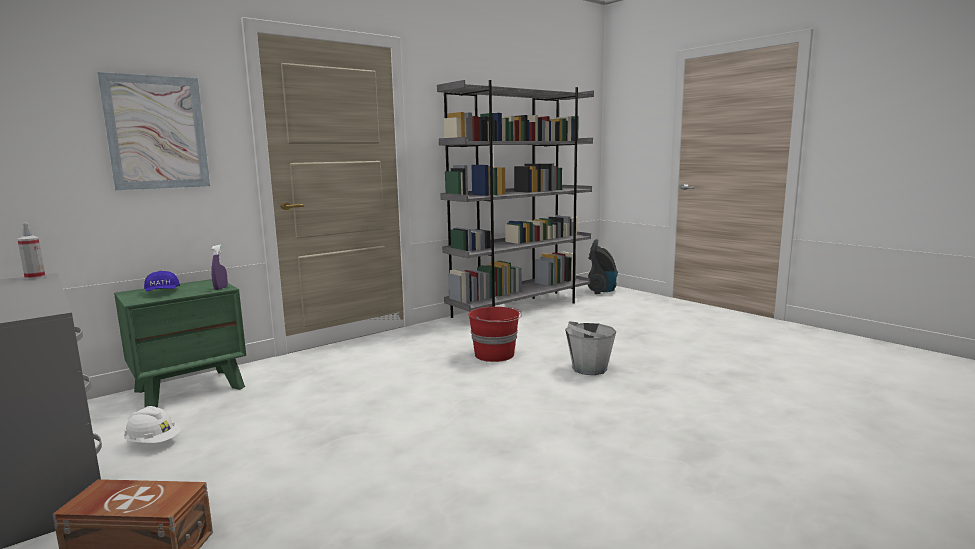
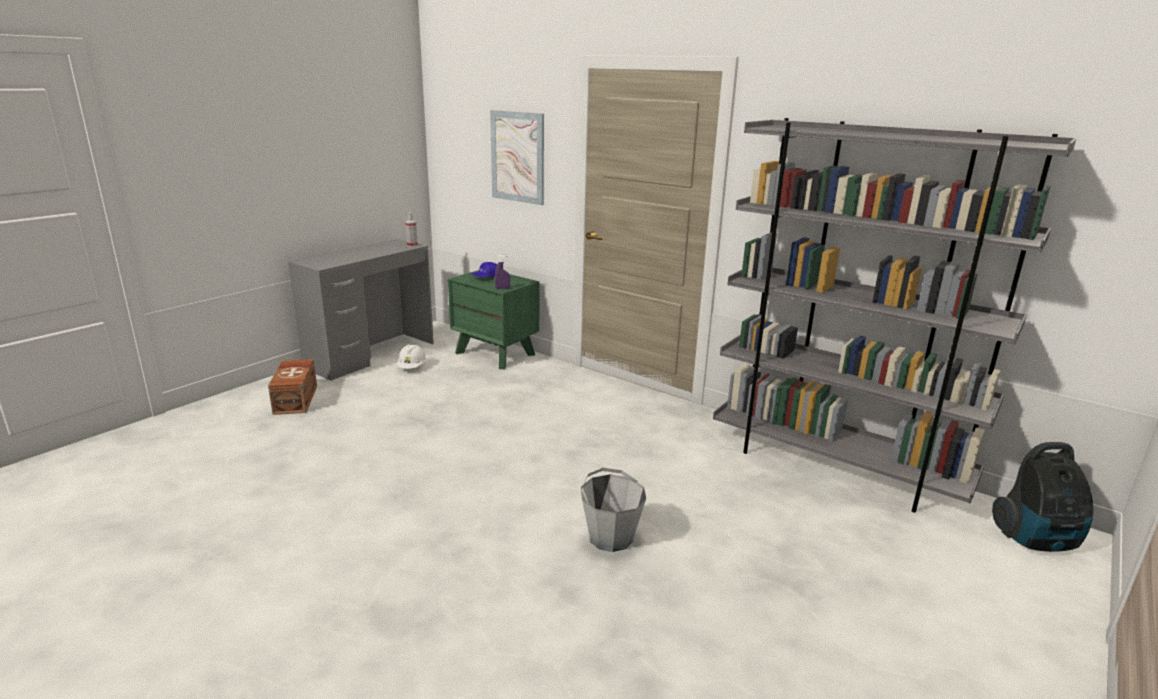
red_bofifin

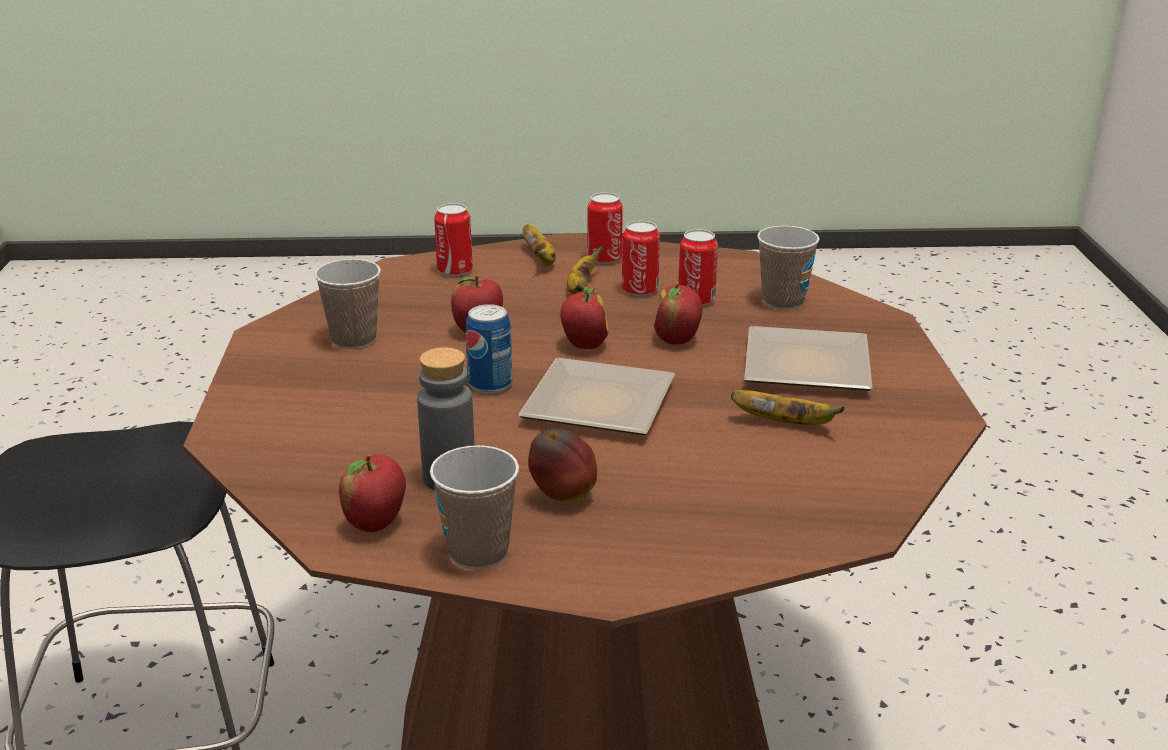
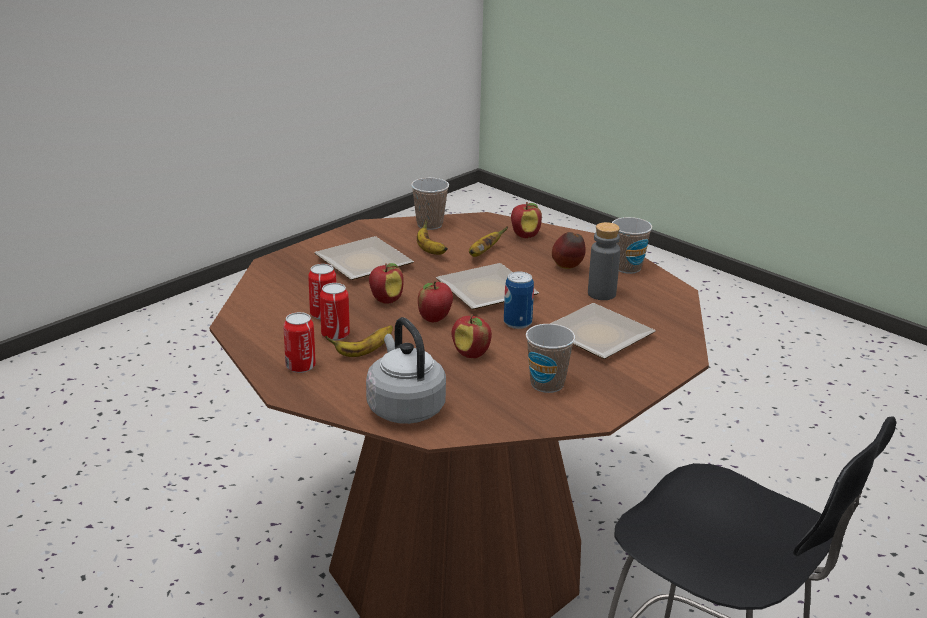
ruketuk (no. 3 from left)
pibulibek (no. 4 from left)
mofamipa (no. 3 from left)
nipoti (no. 1 from left)
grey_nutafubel

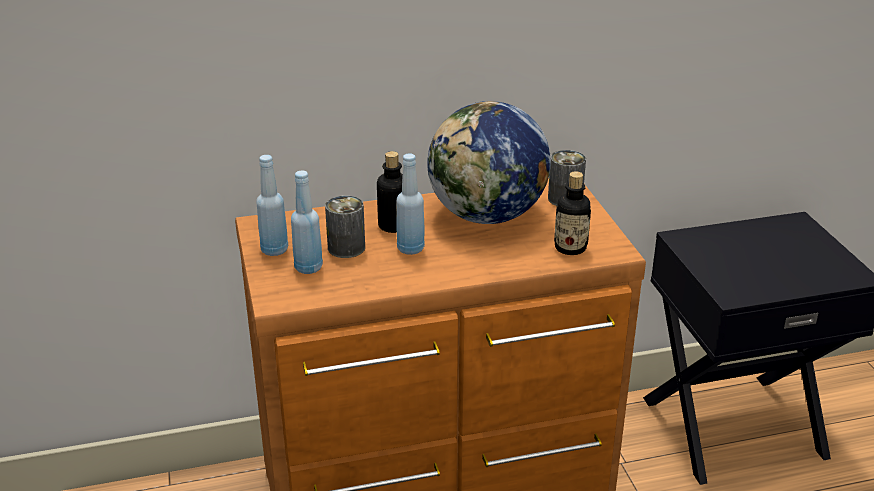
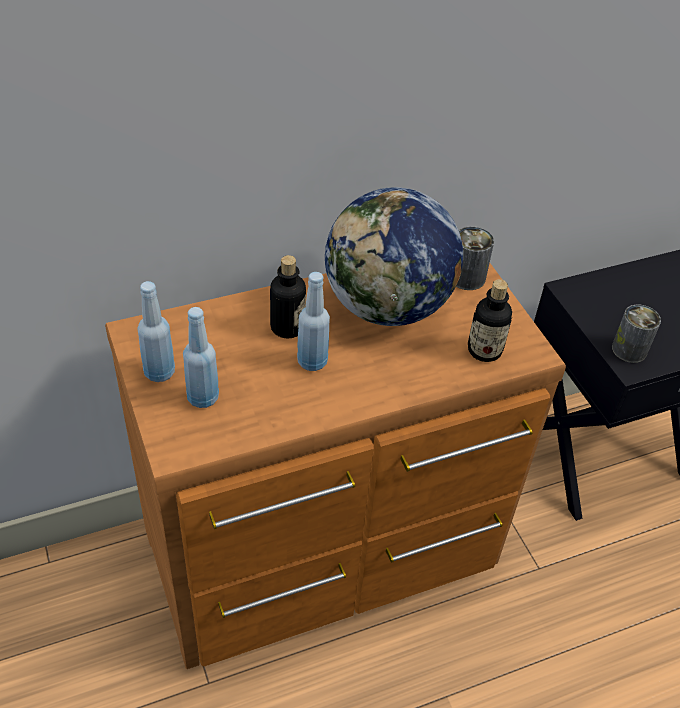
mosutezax (no. 2 from left)

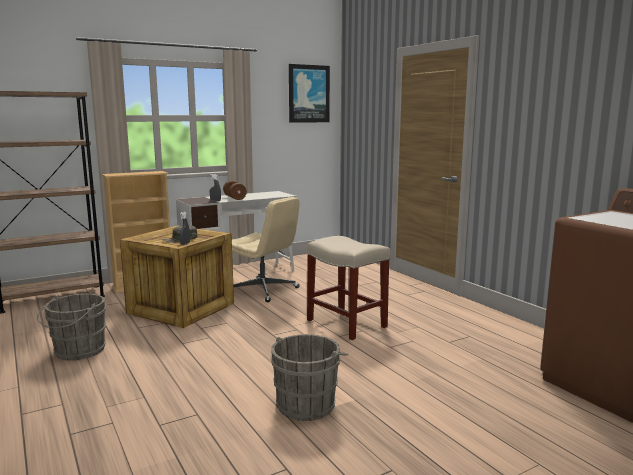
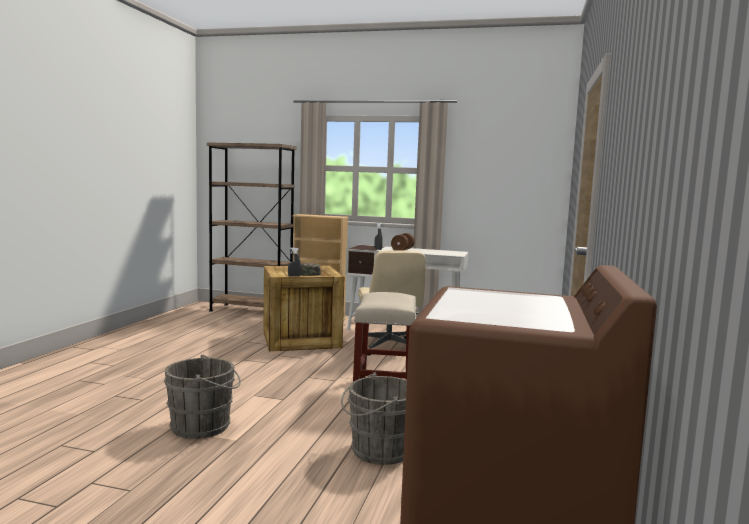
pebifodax
grey_bofifin (no. 2 from left)

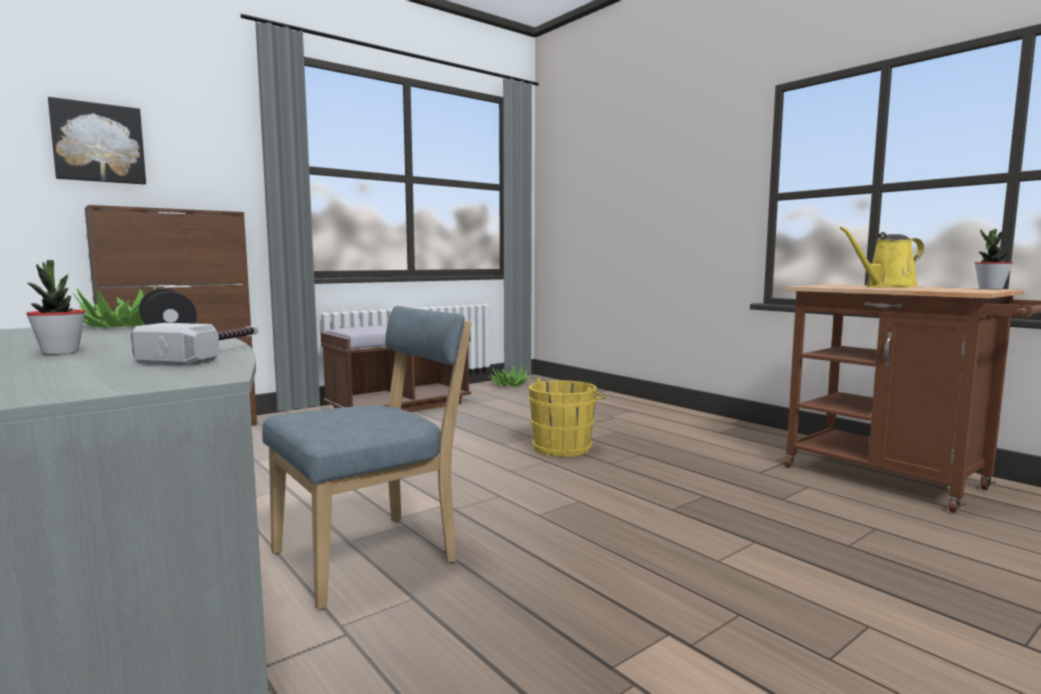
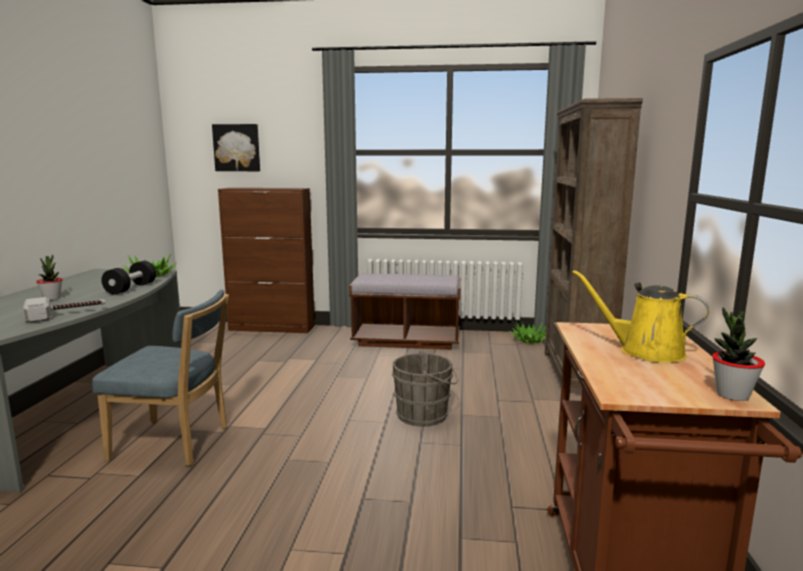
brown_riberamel
grey_bofifin

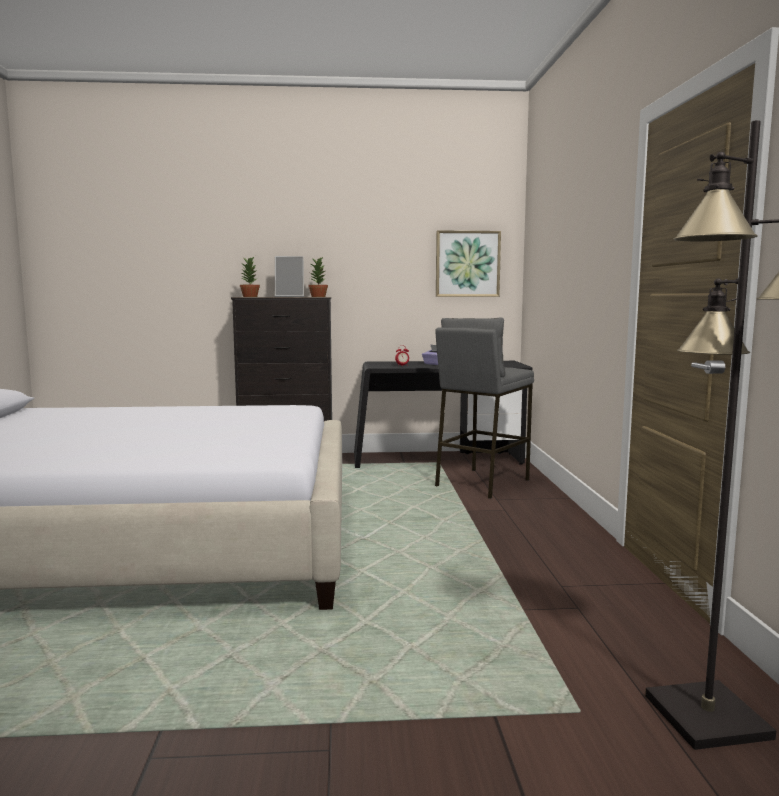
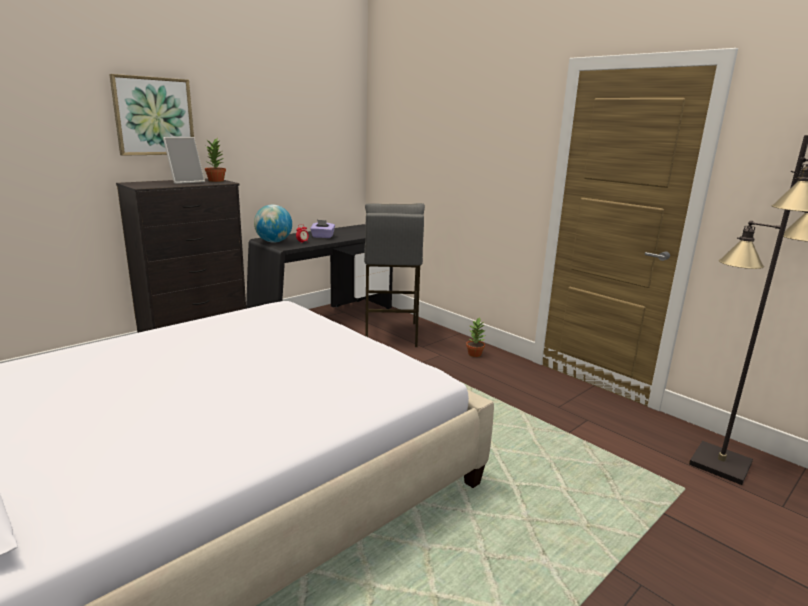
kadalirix
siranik (no. 2 from left)
pebifodax

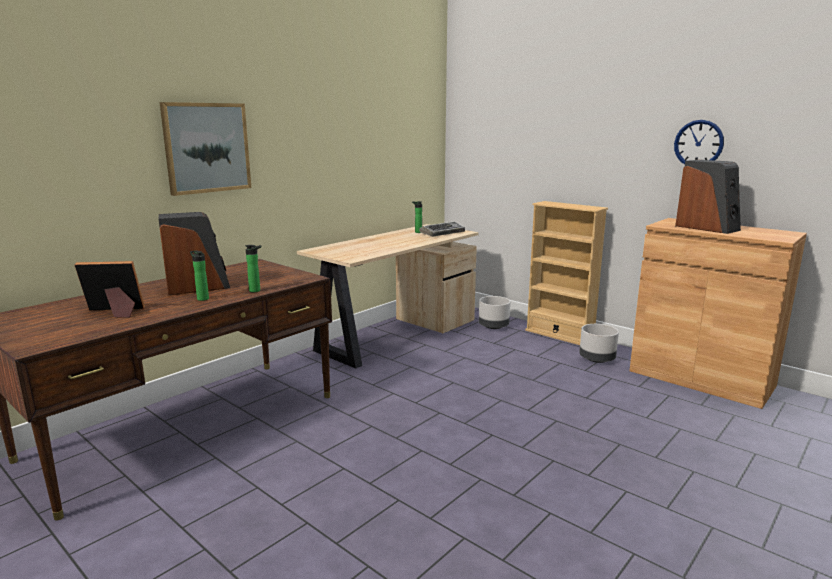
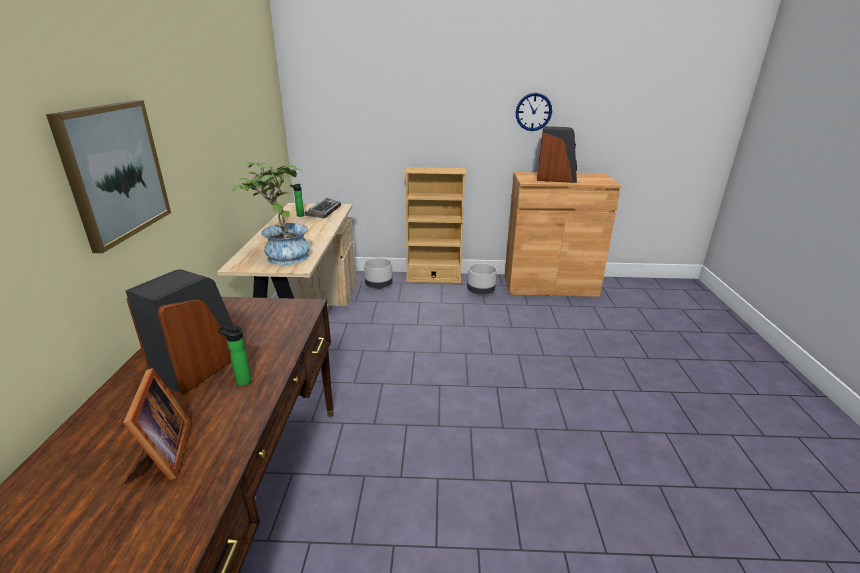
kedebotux (no. 2 from left in the first image)
siranik
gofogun

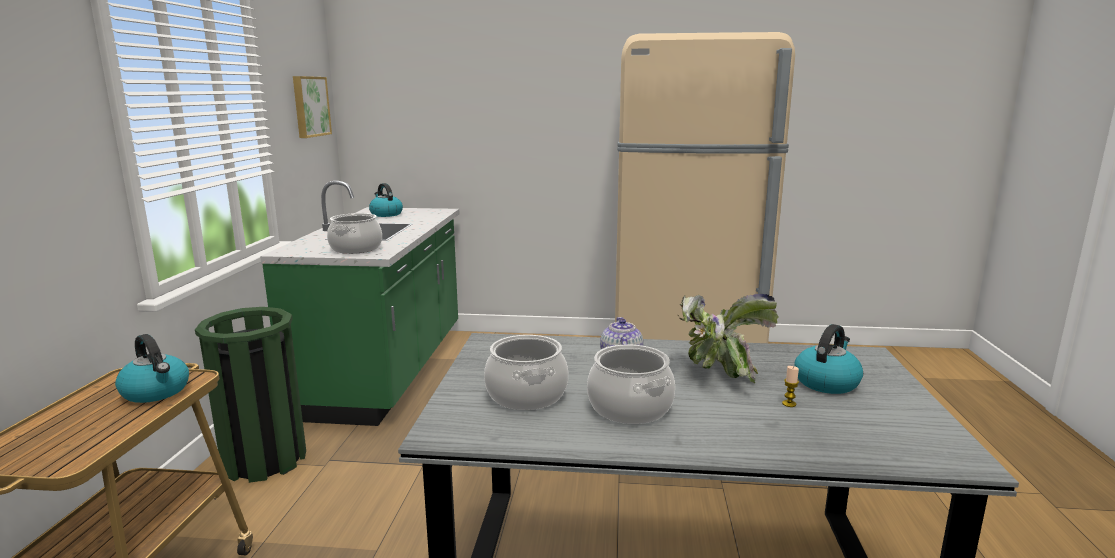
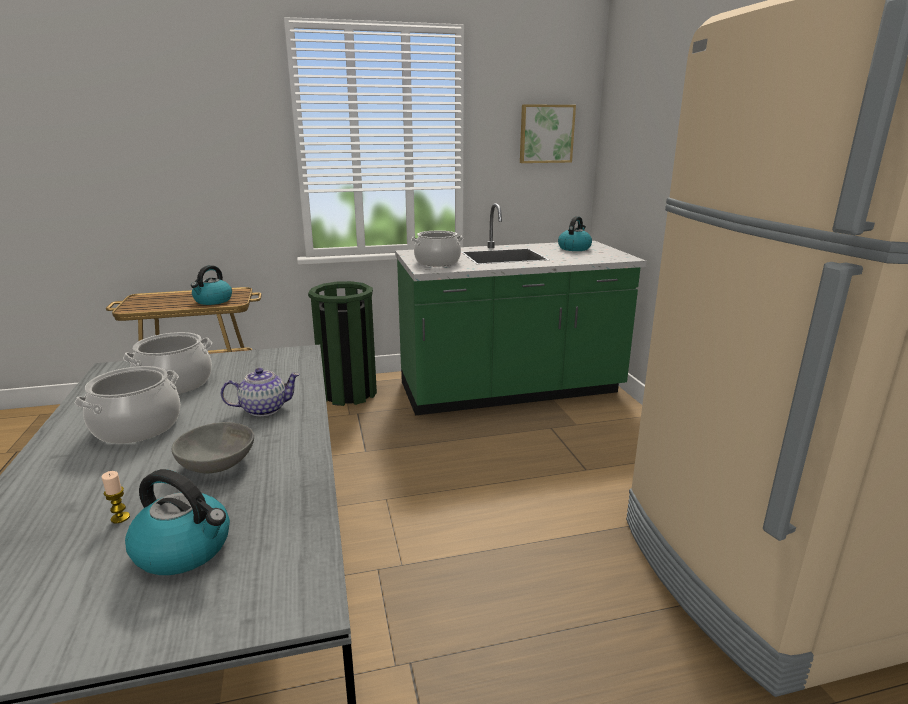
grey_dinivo

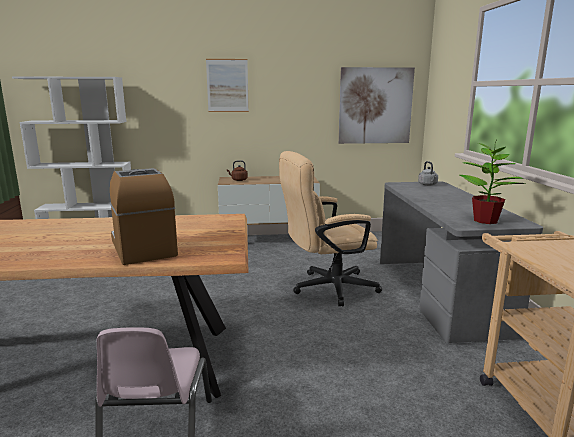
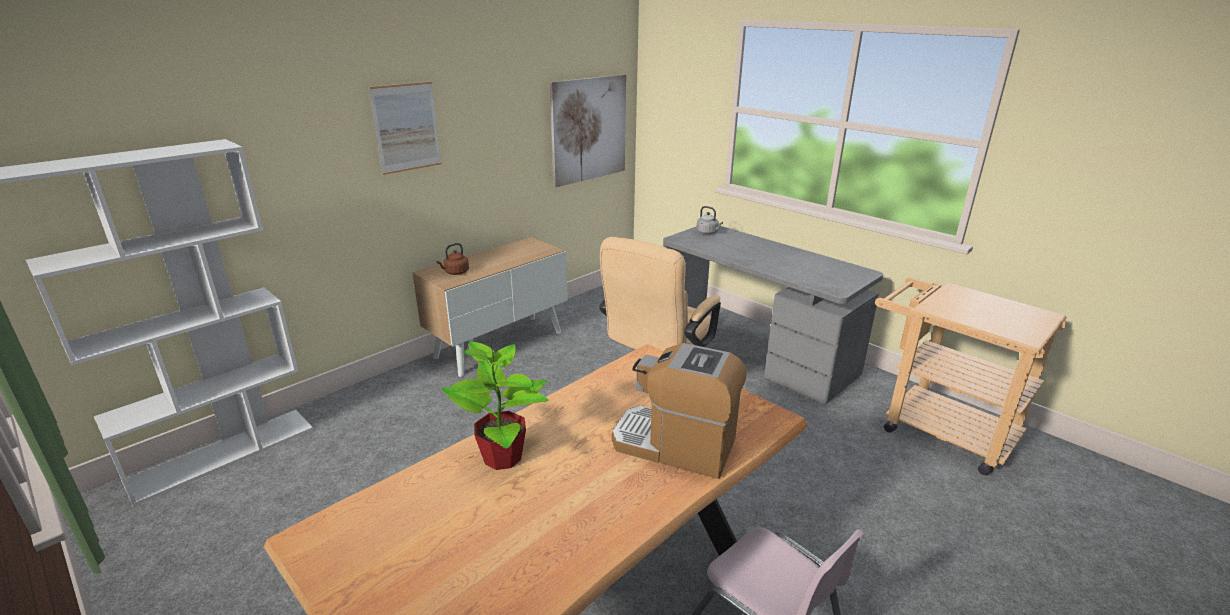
siranik

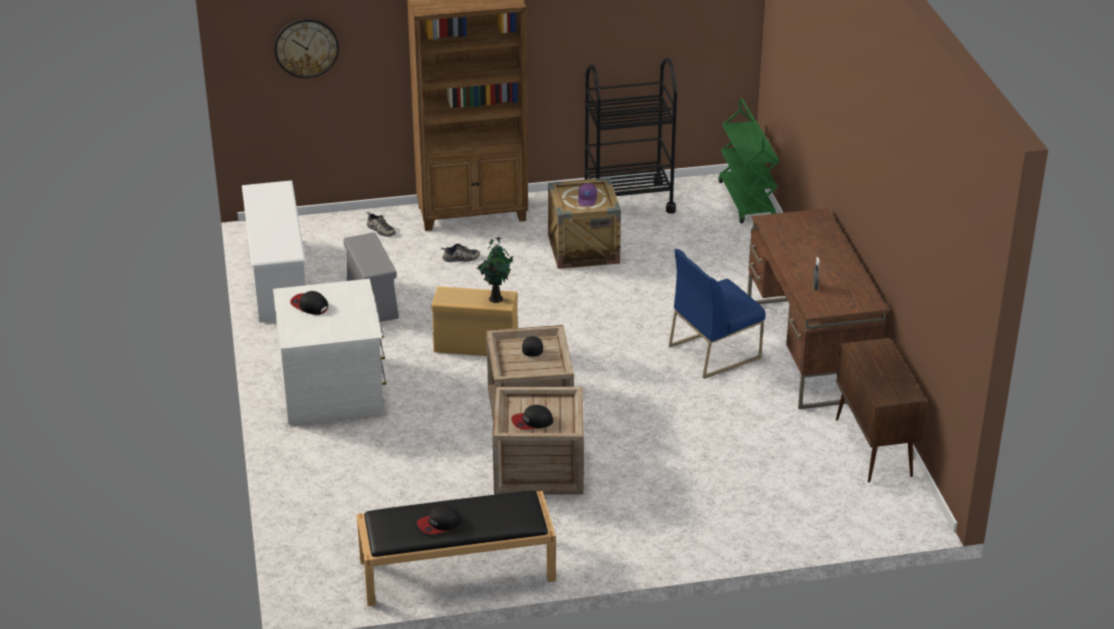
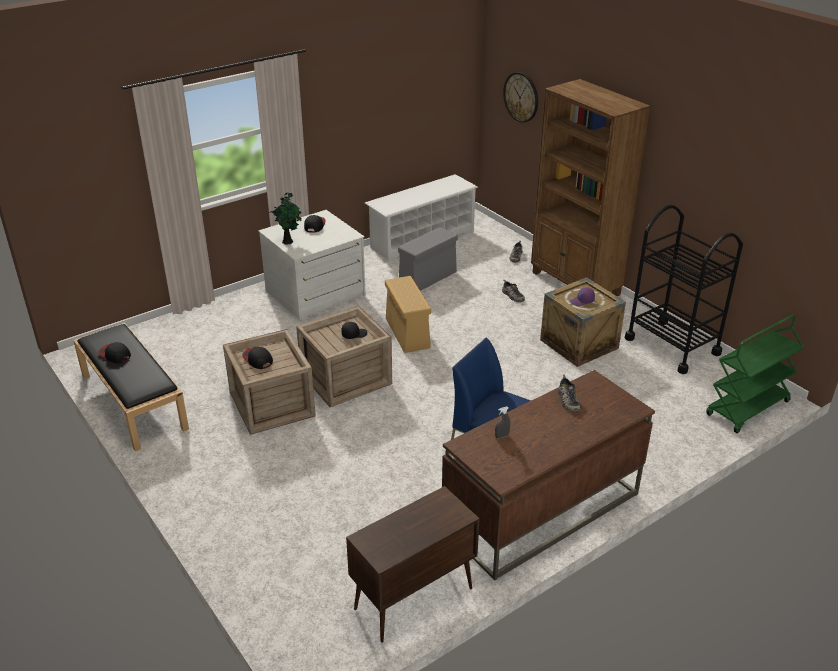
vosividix (no. 3 from left)
siranik

